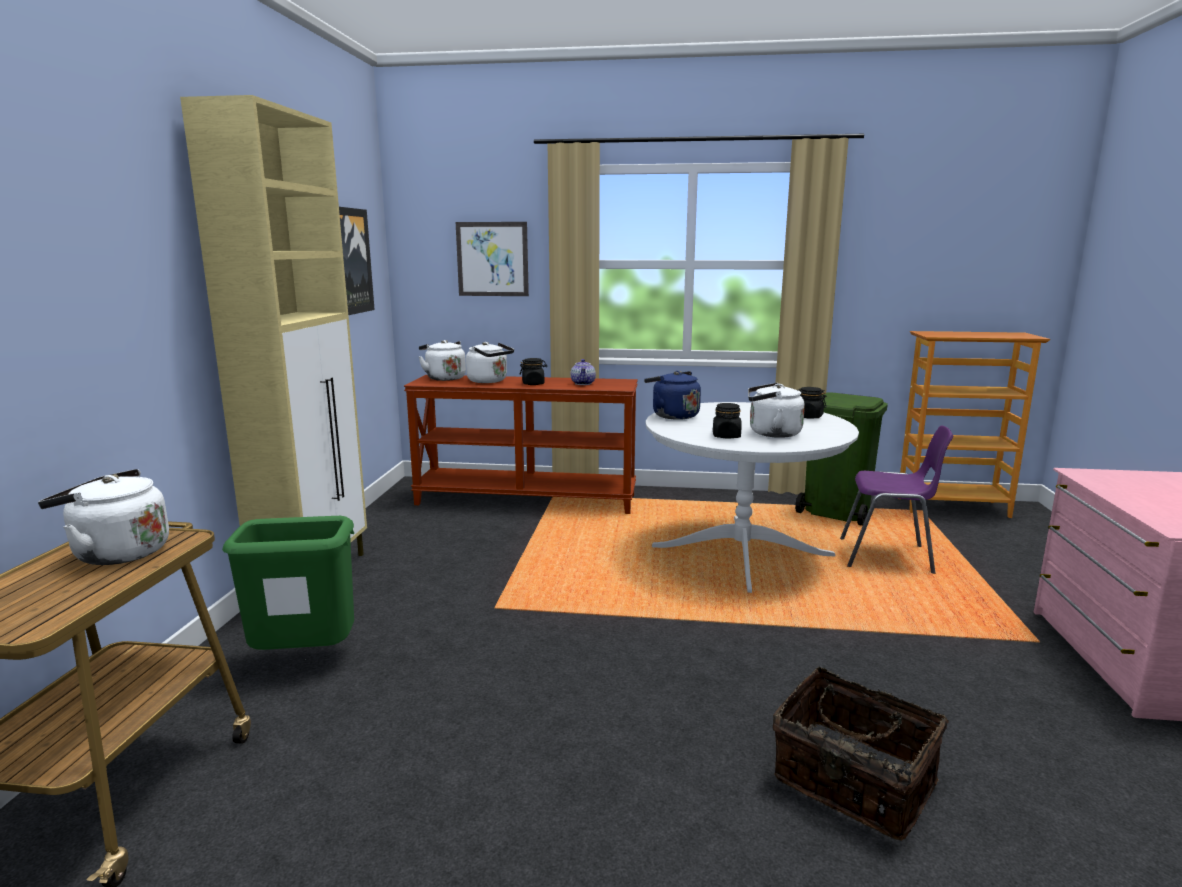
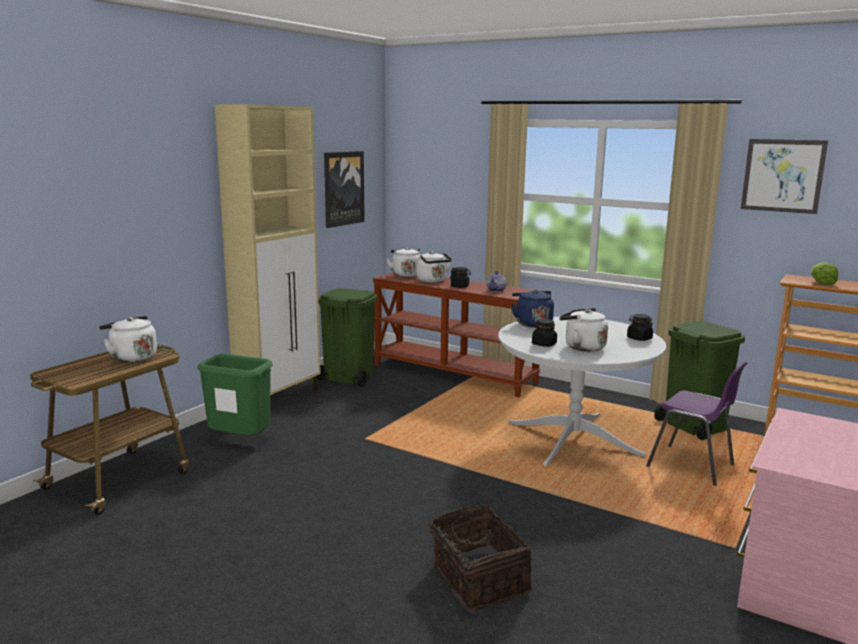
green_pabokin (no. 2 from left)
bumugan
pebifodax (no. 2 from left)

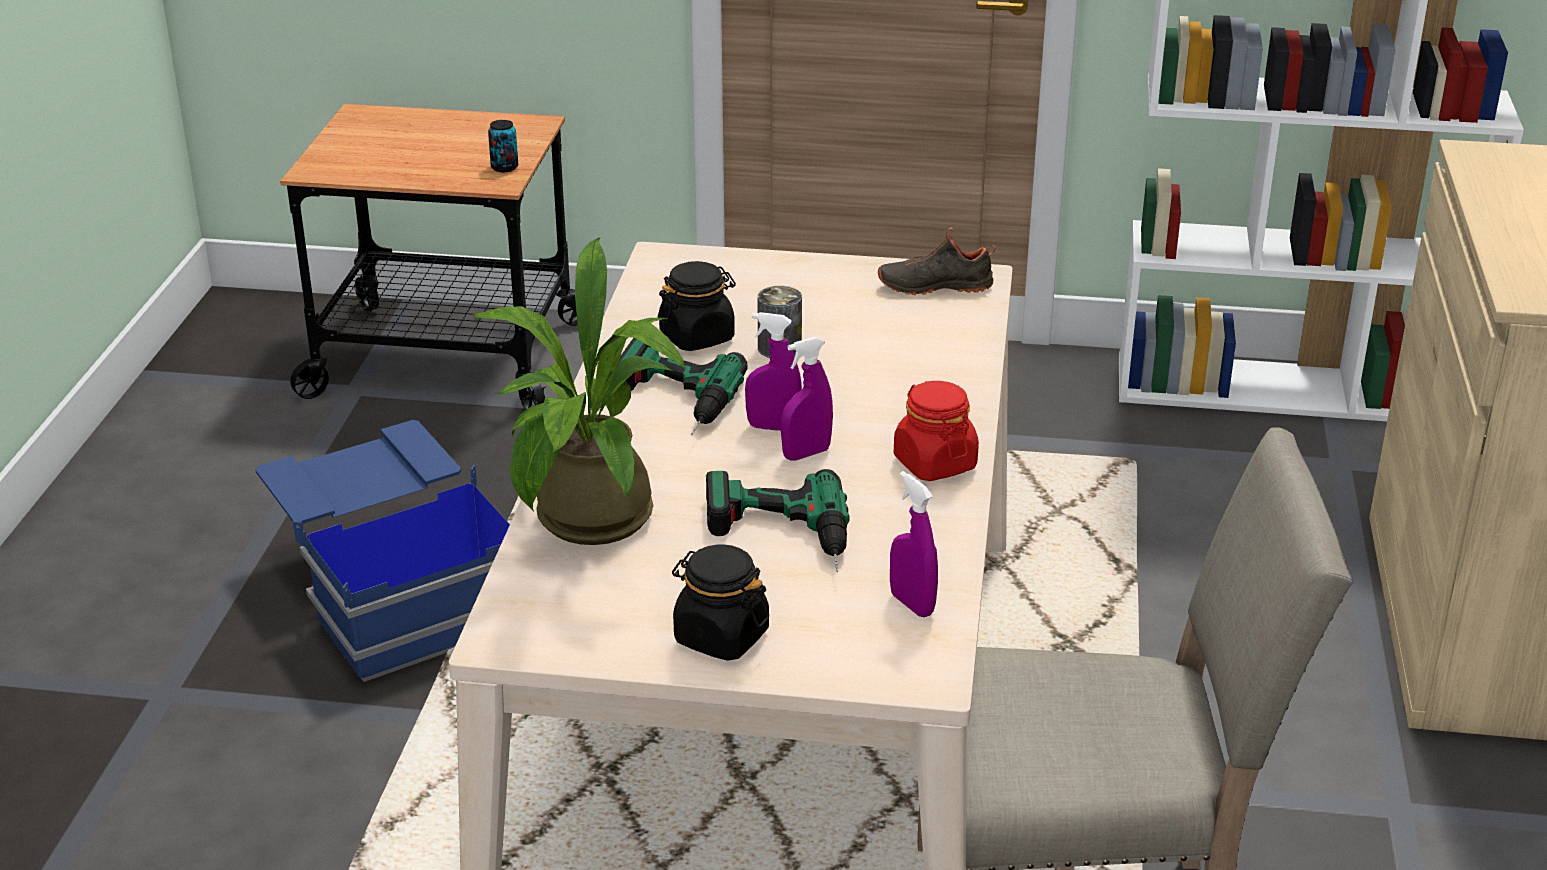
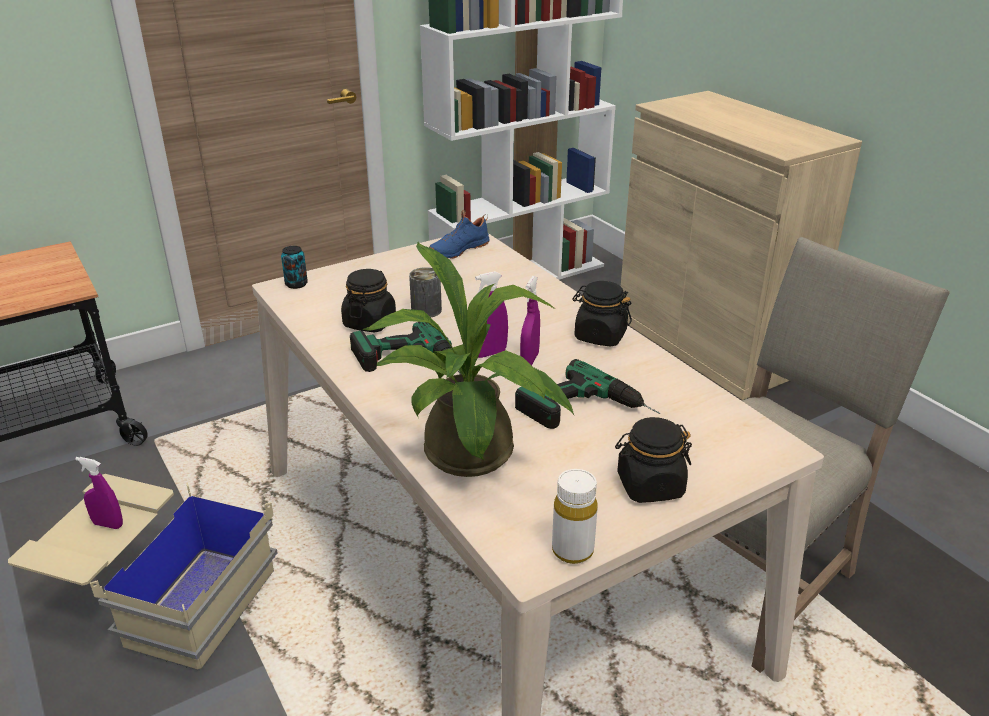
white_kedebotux
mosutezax (no. 1 from left)
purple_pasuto (no. 1 from left)
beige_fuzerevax
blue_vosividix
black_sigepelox (no. 2 from left)

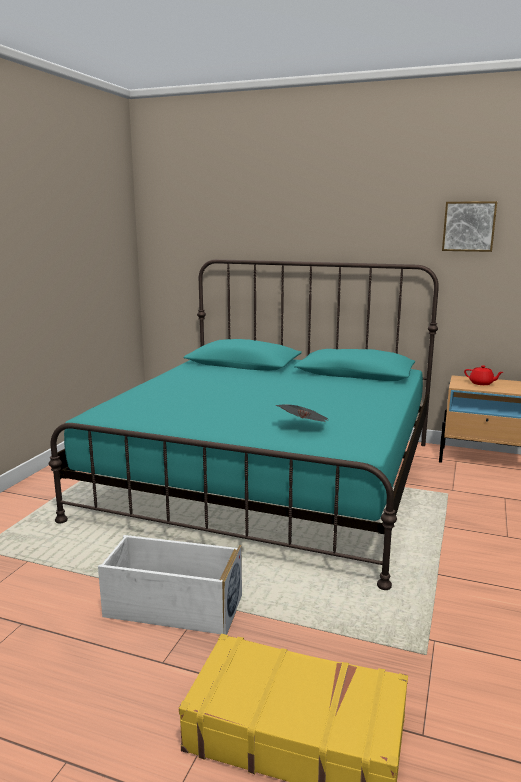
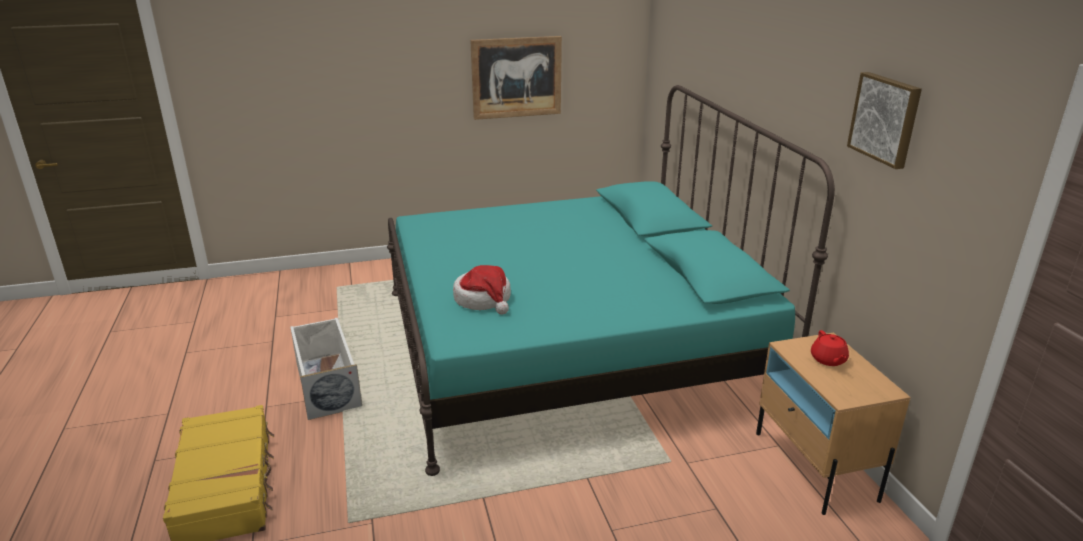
pebifodax (no. 1 from left)
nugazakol

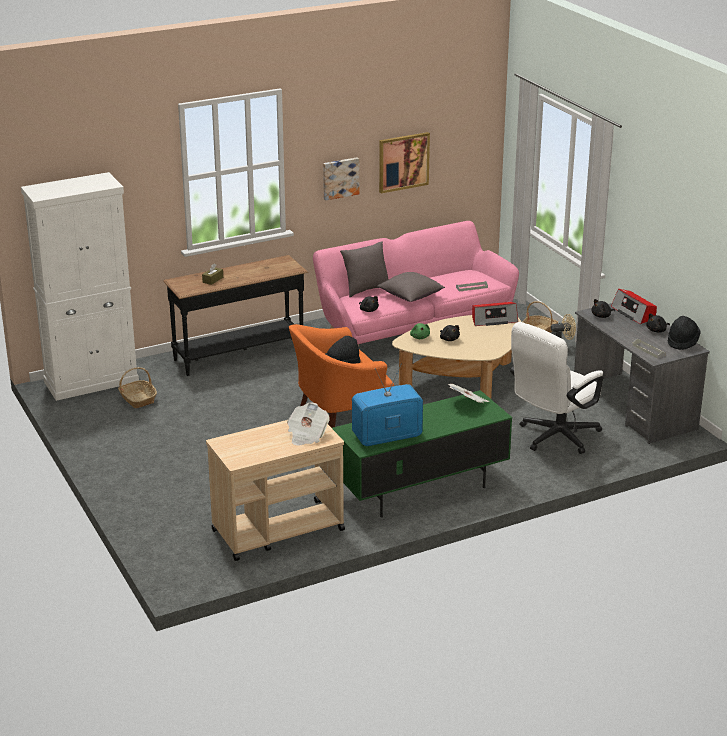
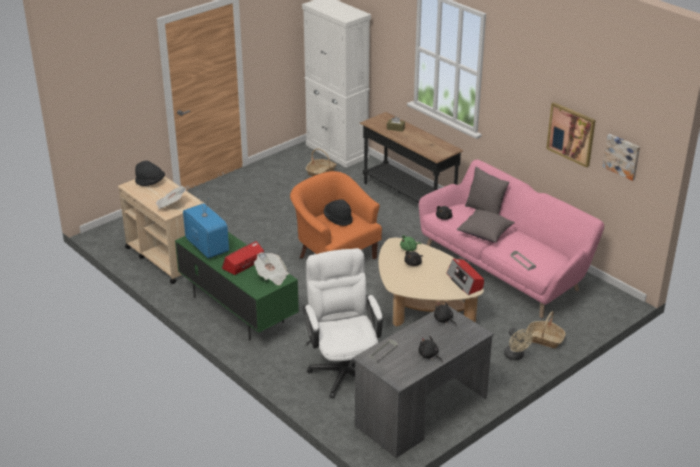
pebifodax (no. 2 from left)
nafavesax (no. 1 from left)
black_nugazakol (no. 1 from left)
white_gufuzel

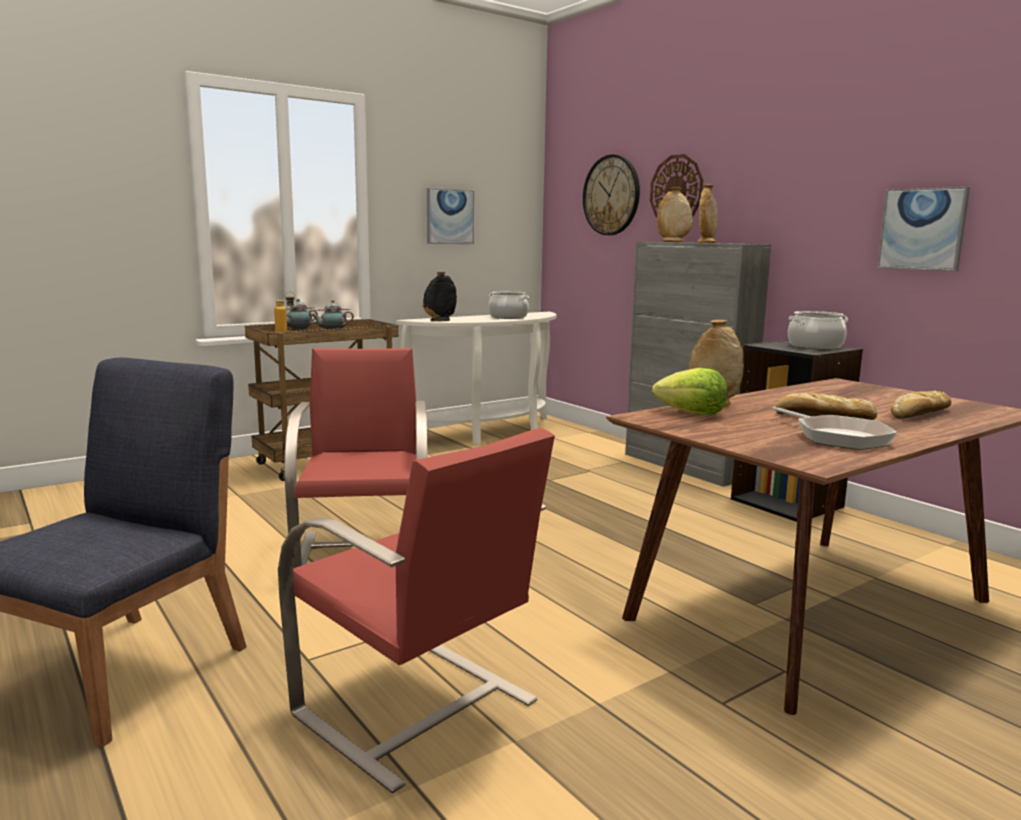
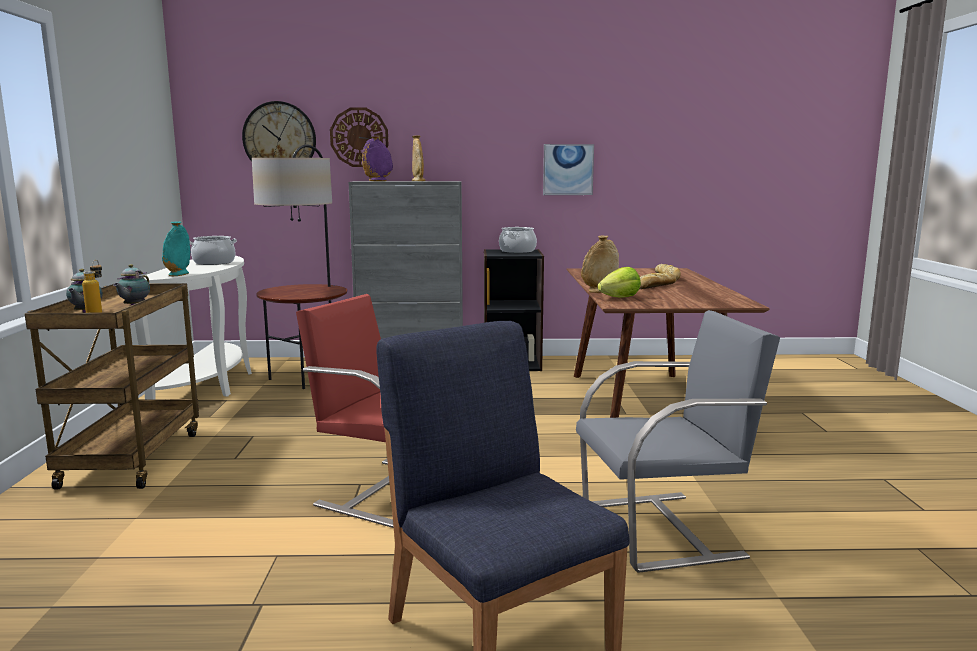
pebifodax (no. 1 from left in the first image)
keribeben
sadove
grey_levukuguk
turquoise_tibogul
purple_tibogul

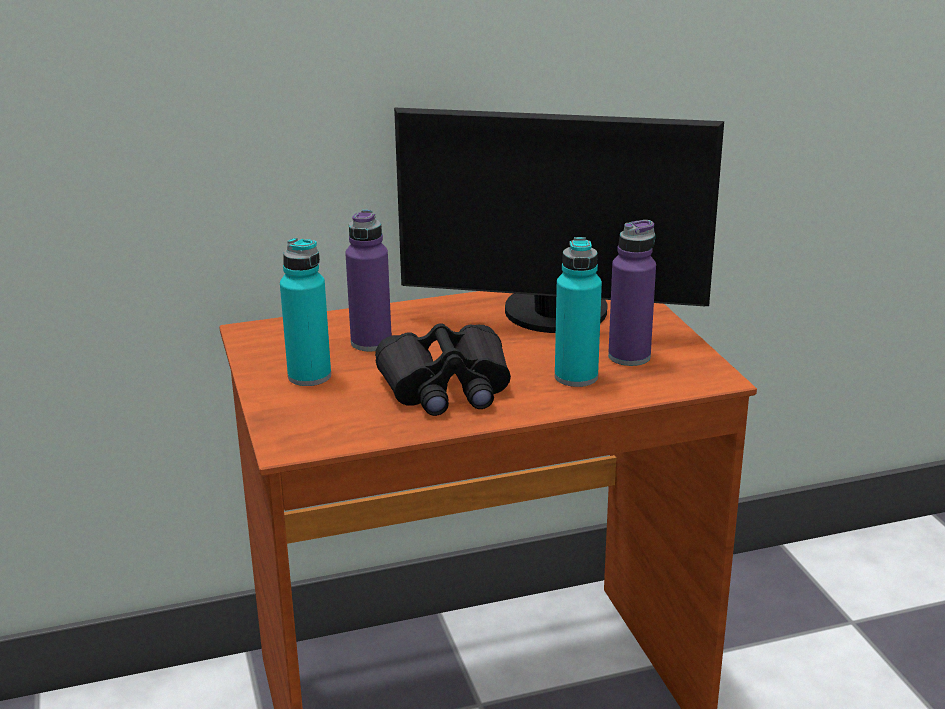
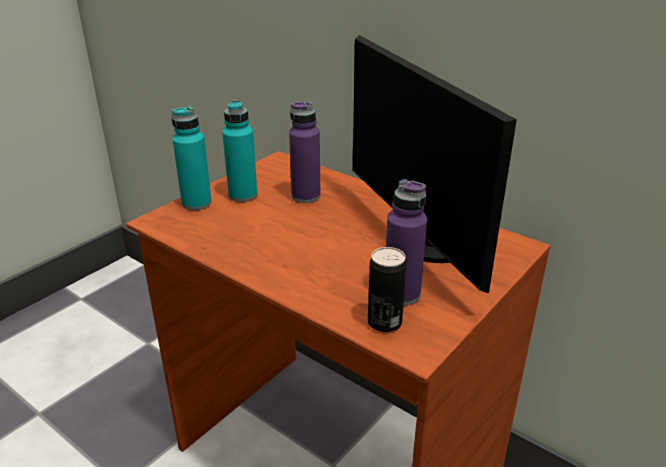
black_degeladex
mosutezax
turquoise_kedebotux (no. 1 from left)

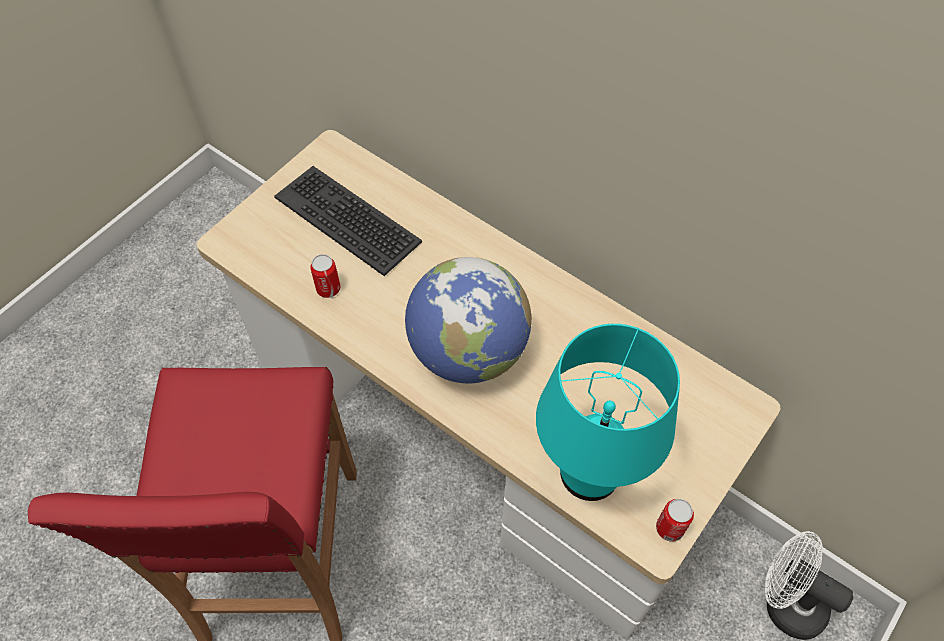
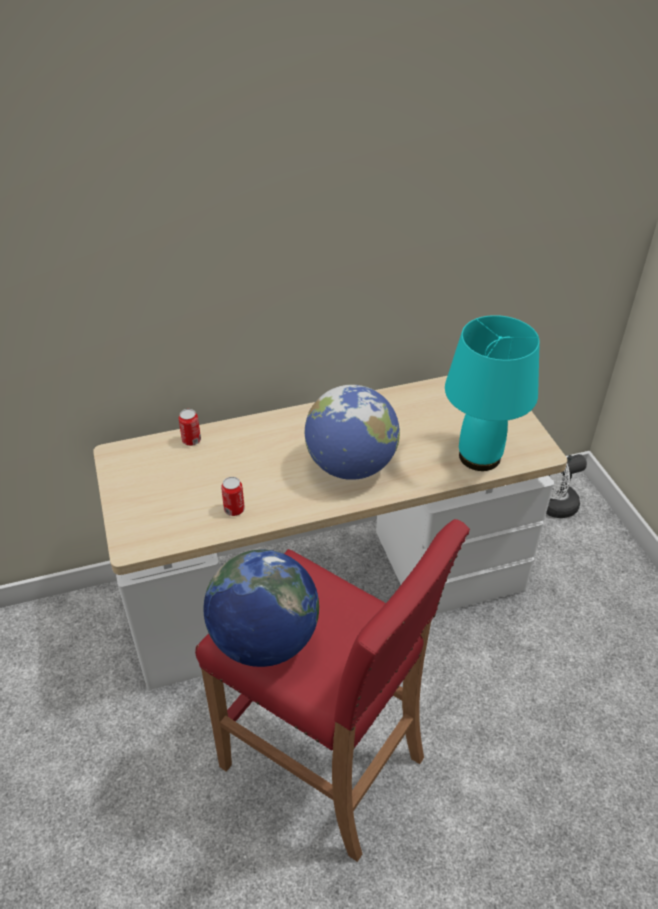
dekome
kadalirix (no. 1 from left)
mosutezax (no. 1 from left)

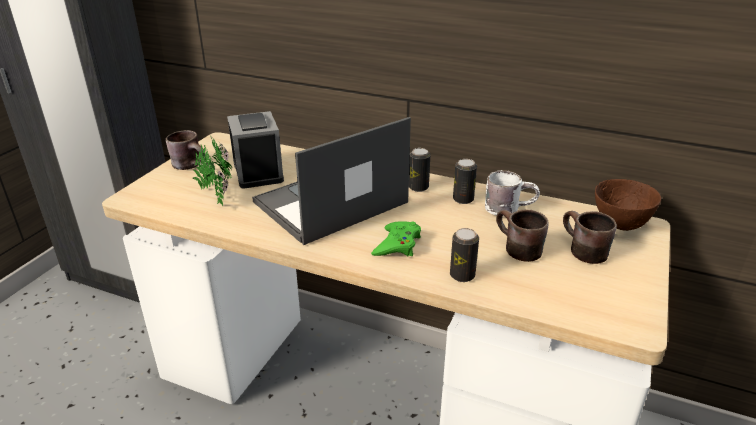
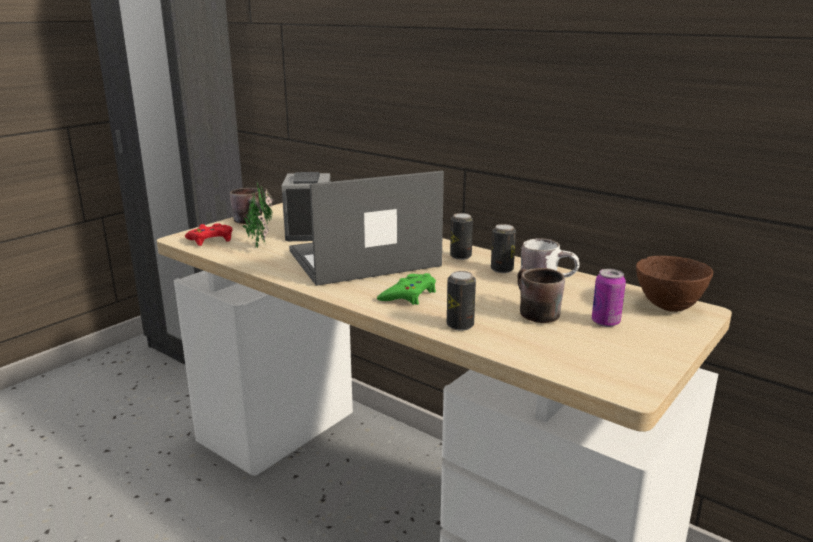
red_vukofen
mosutezax (no. 4 from left)

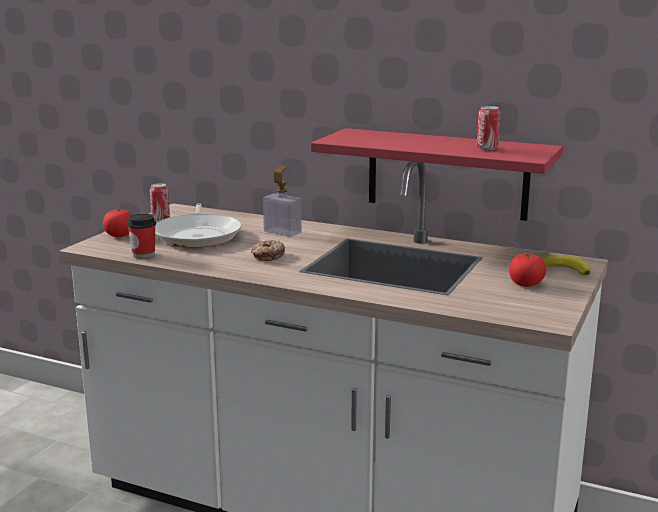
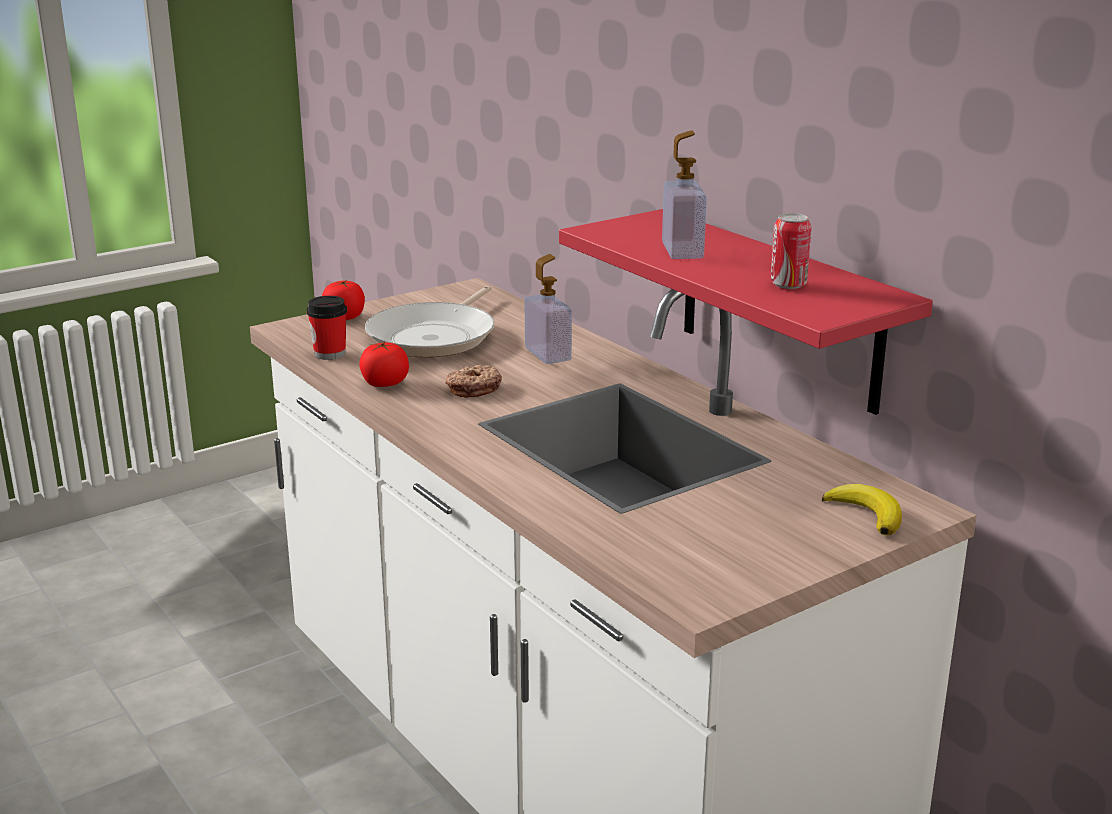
mosutezax (no. 1 from left in the first image)
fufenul (no. 2 from left)
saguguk (no. 2 from left)

